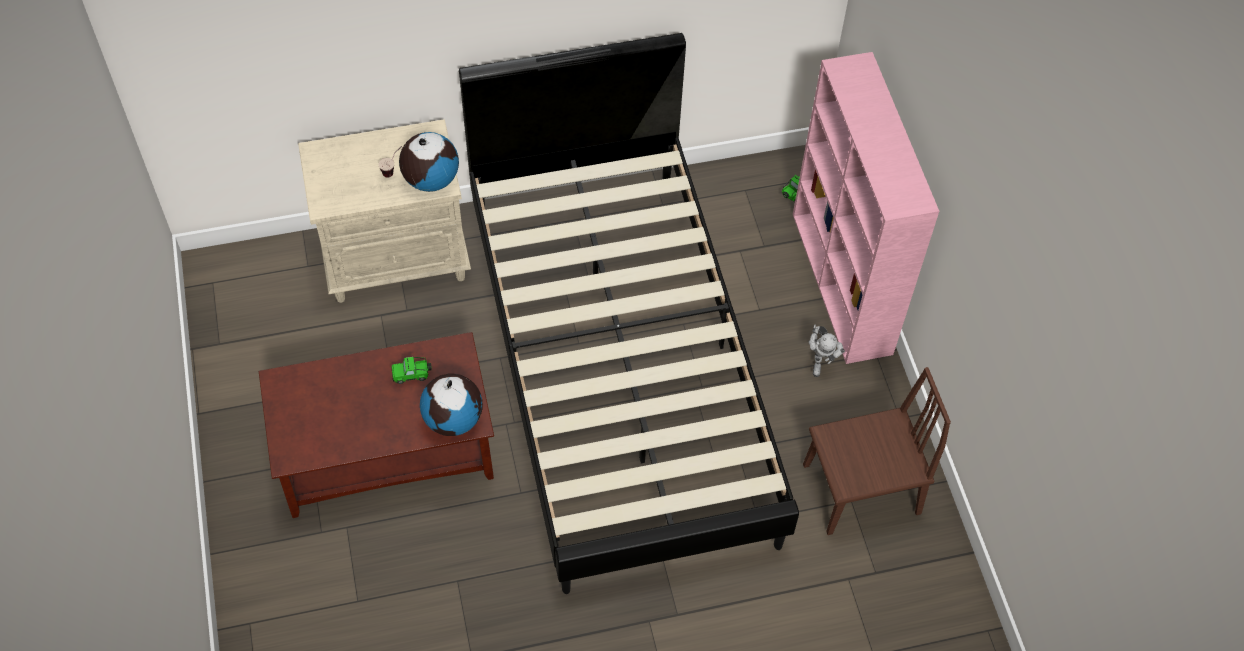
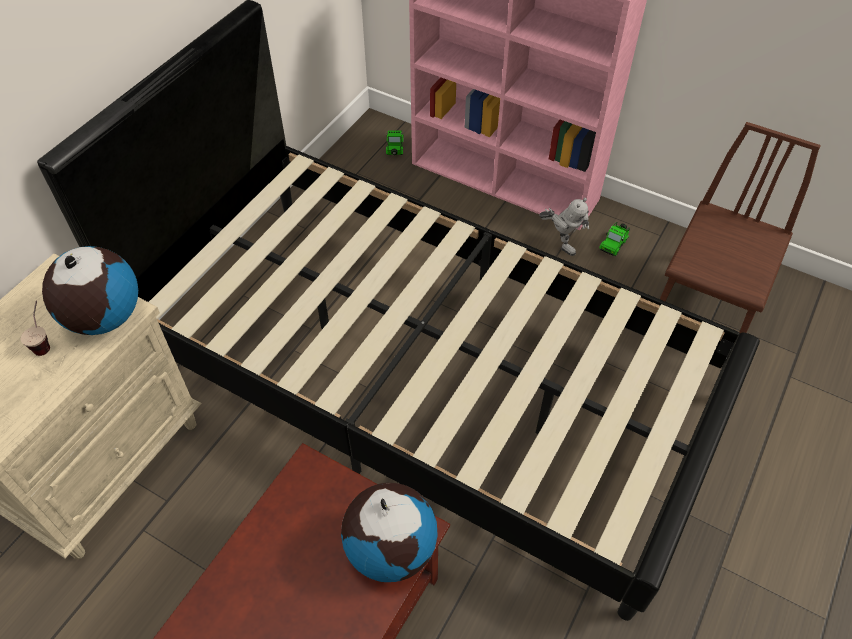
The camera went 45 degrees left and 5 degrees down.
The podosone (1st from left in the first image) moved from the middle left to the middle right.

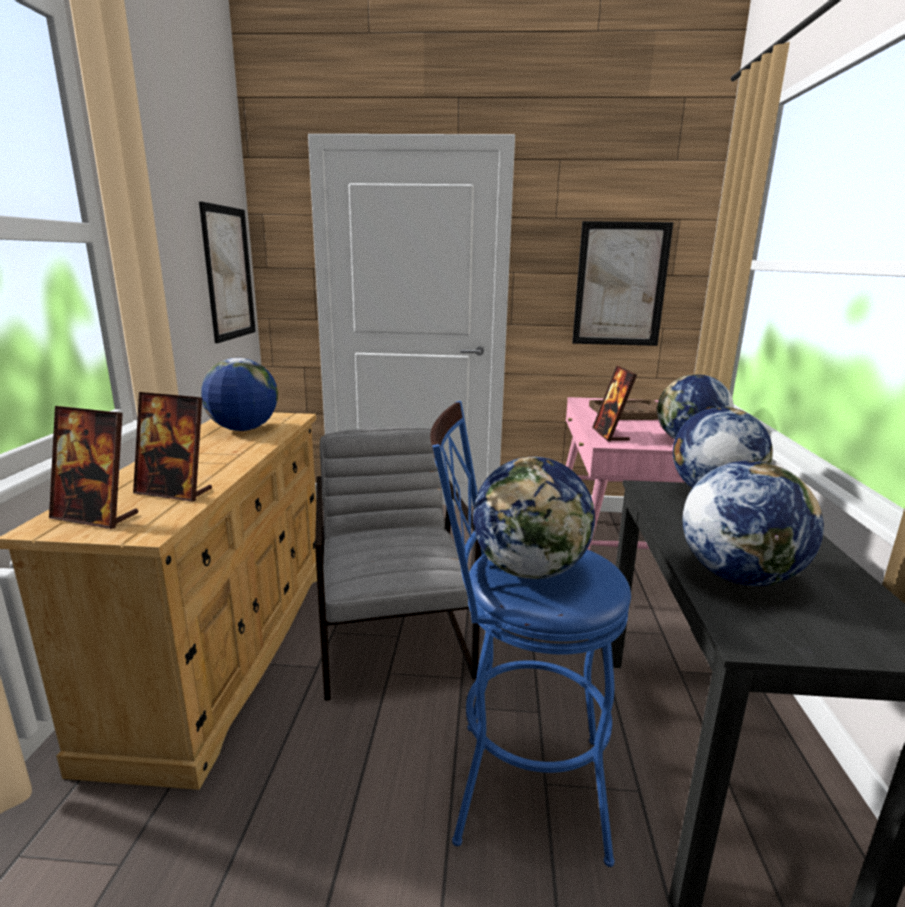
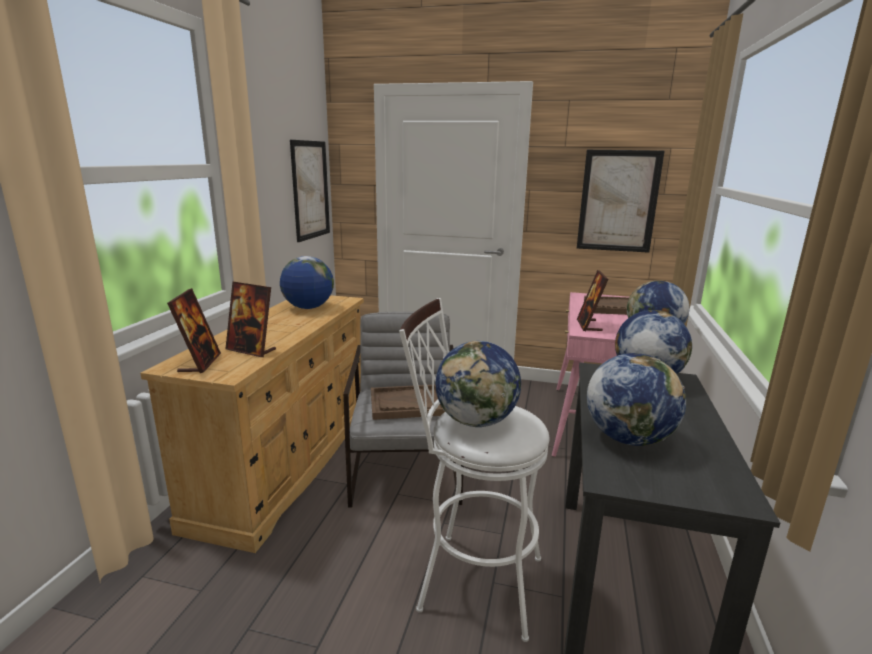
The camera went 10 degrees right and 0 degrees up.
The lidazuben (1st from left) at the middle left turned 120 degrees counterclockwise.
The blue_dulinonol at the bottom centre became the white_dulinonol at the bottom centre.
The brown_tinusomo (1st from left) at the centre appeared.

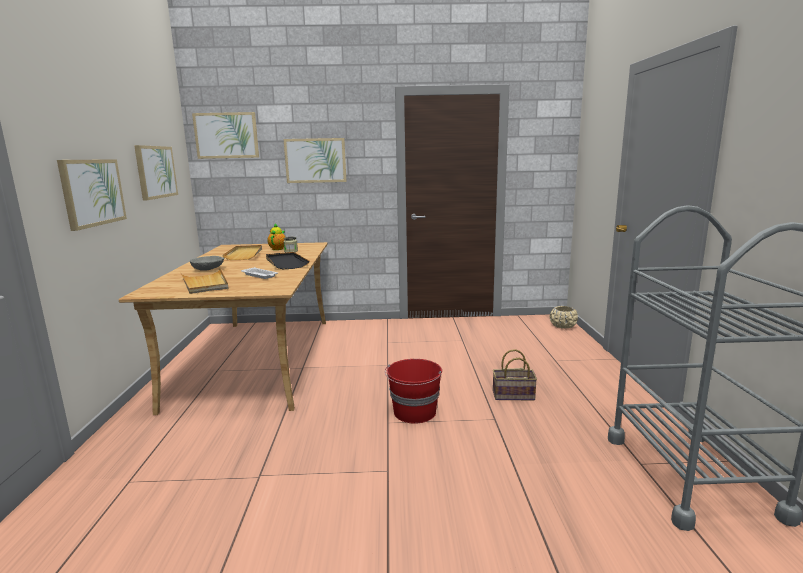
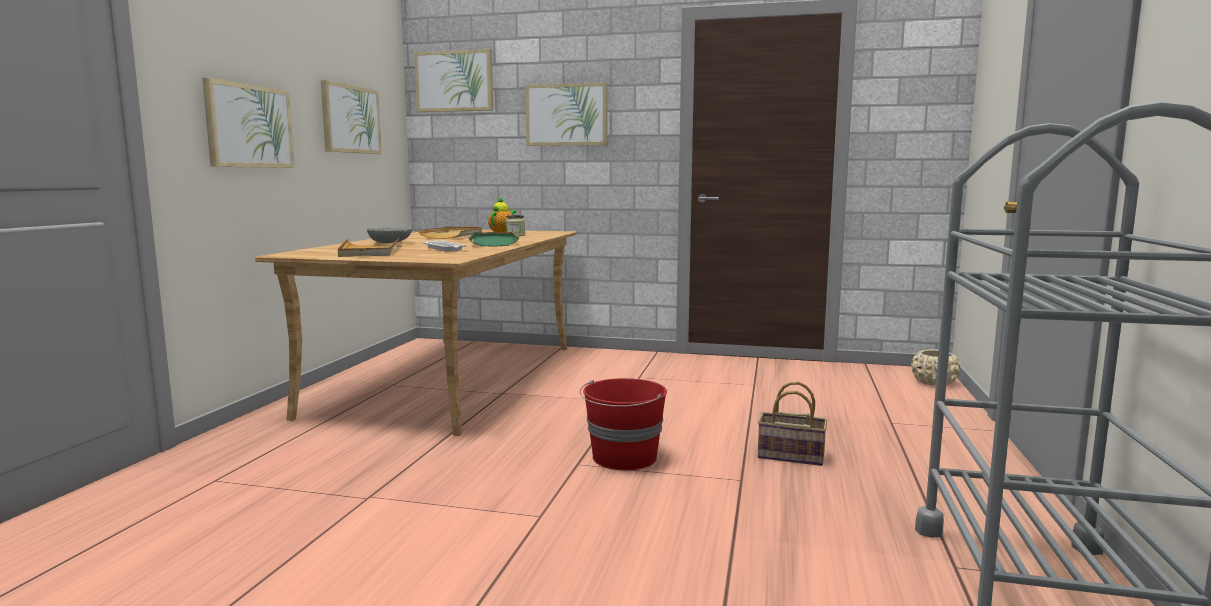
The camera went 15 degrees right and 5 degrees down.
The black_tinusomo at the centre became the green_tinusomo at the centre.

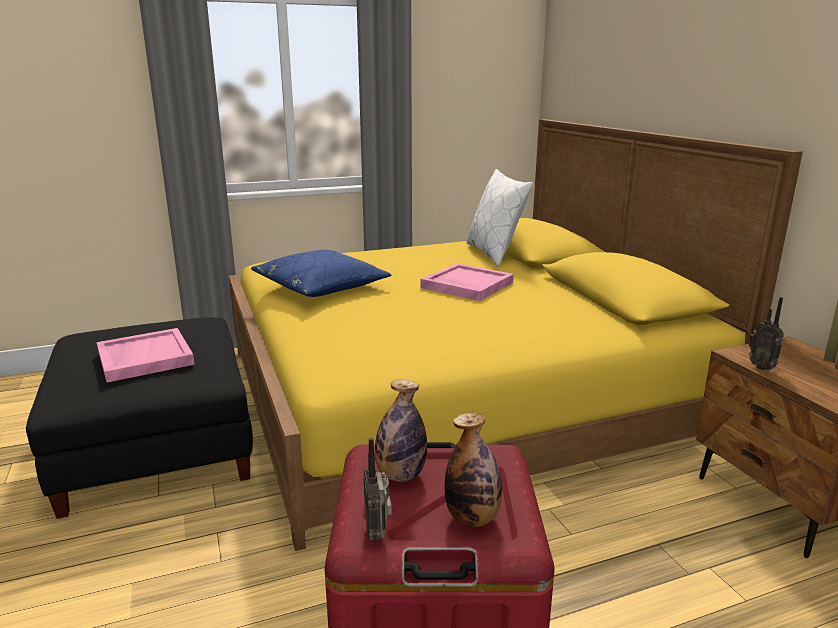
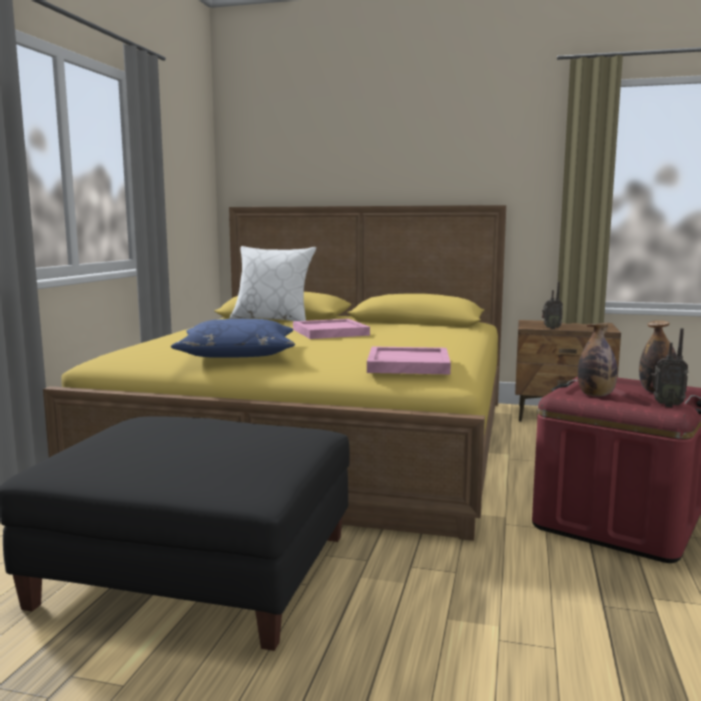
The camera went 55 degrees left and 10 degrees down.
The pink_tinusomo (1st from left in the first image) moved from the middle left to the centre.

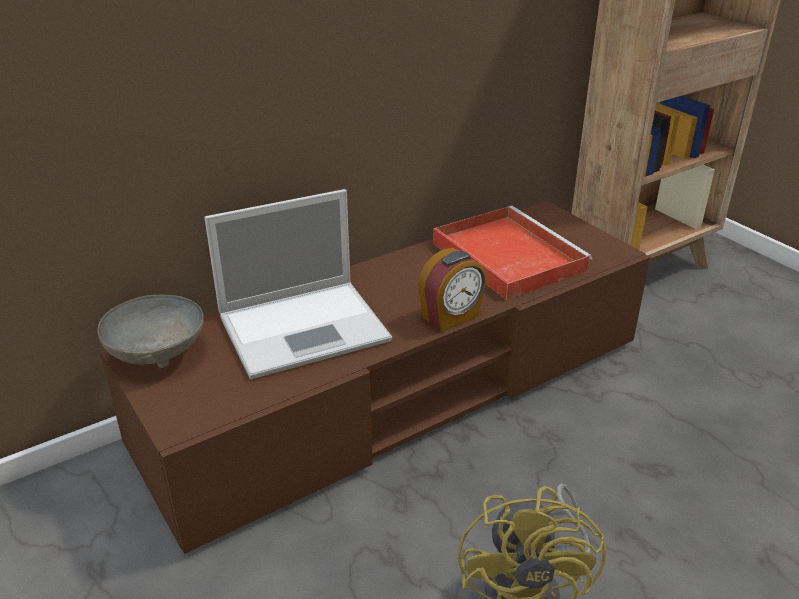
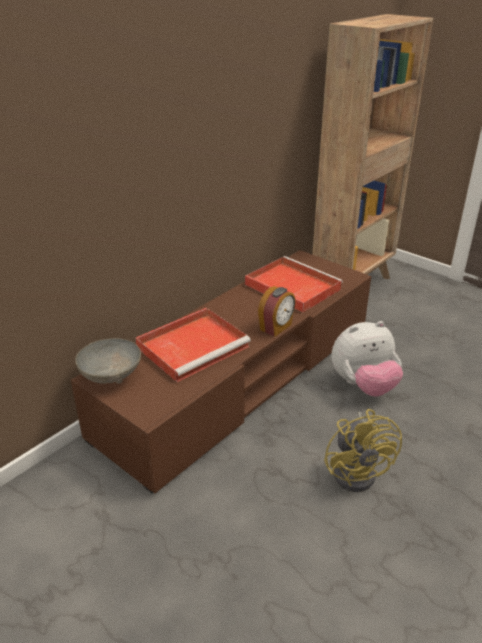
The camera went 15 degrees left and 0 degrees up.
The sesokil at the centre was replaced by the red_tinusomo (1st from left) at the centre.
The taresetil at the middle right appeared.

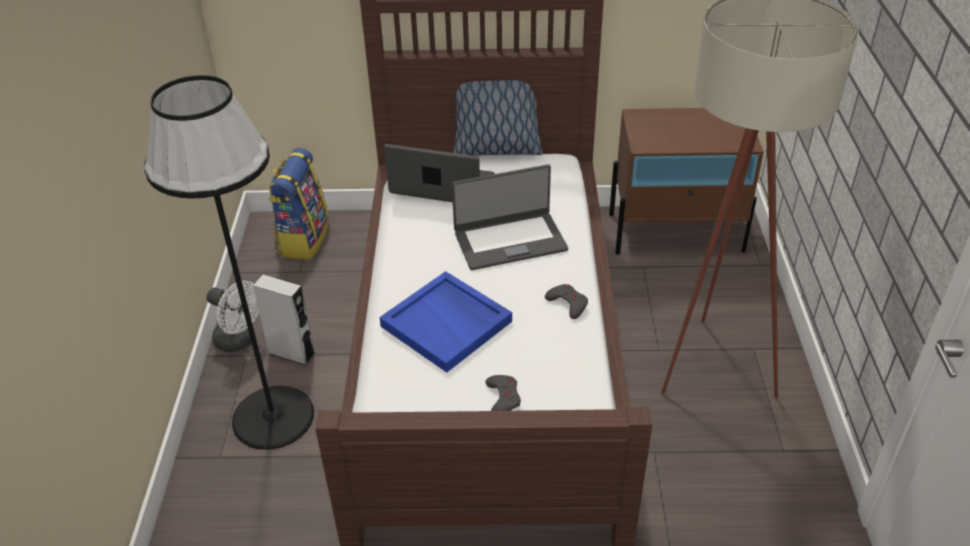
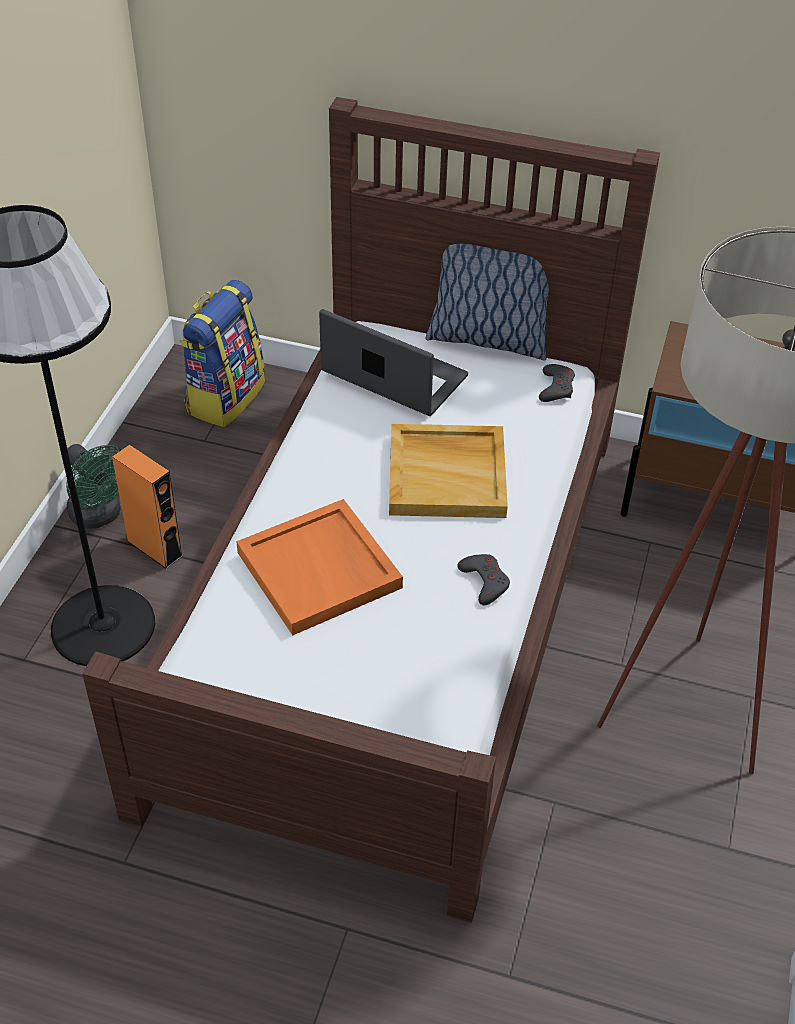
The camera went 15 degrees right and 5 degrees up.
The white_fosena at the middle left became the green_fosena at the middle left.
The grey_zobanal at the middle left became the orange_zobanal at the middle left.
The blue_tinusomo at the centre became the orange_tinusomo at the centre.
The sesokil (2nd from left) at the centre was replaced by the beige_tinusomo at the centre.
The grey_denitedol (1st from left in the first image) moved from the bottom centre to the middle right.

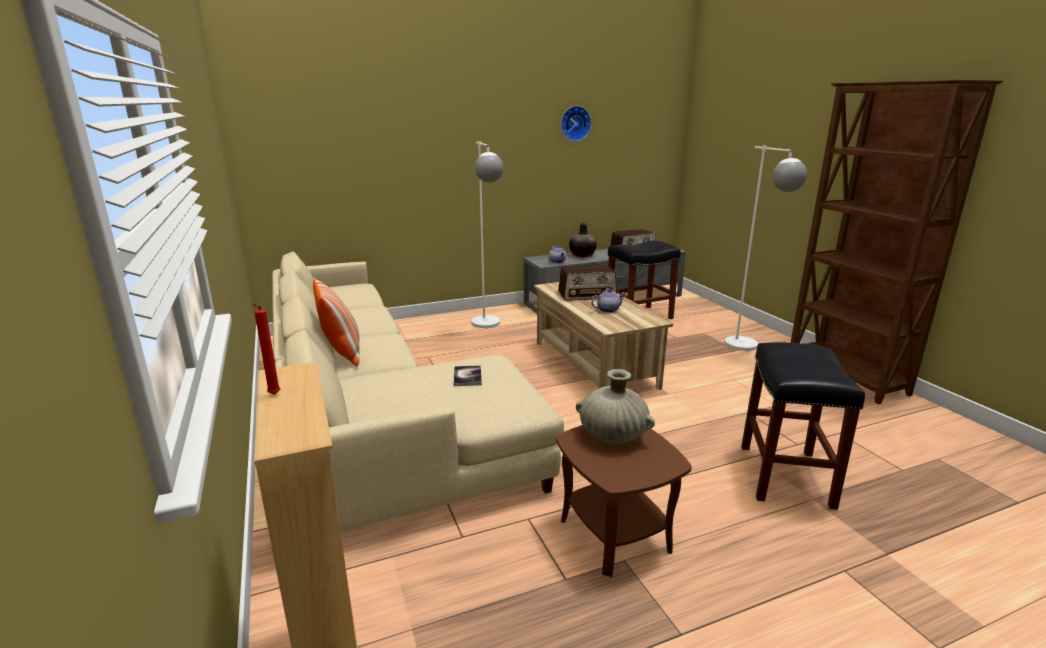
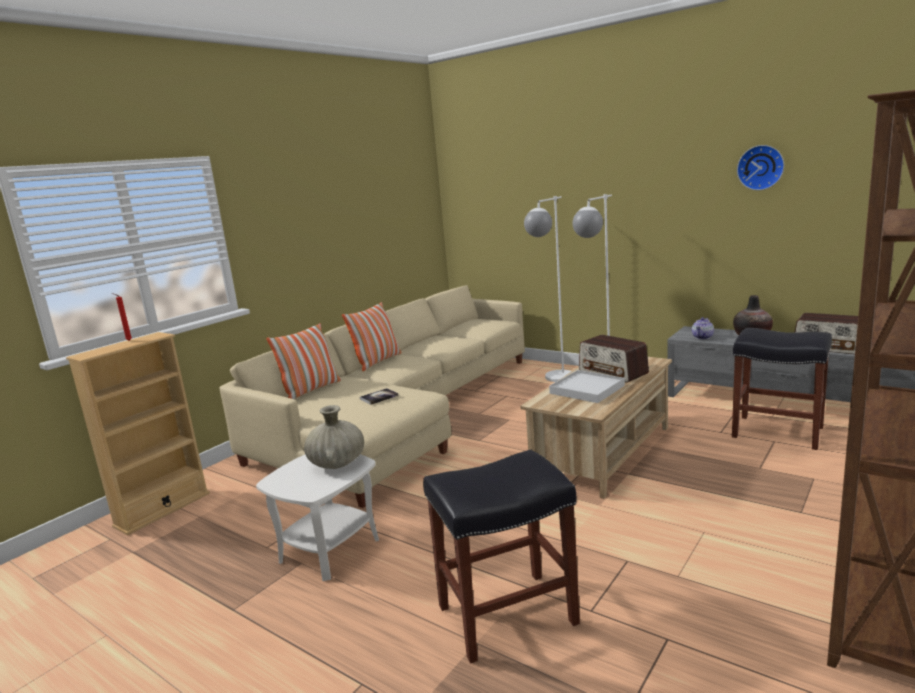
The camera went 60 degrees right and 5 degrees down.
The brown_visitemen at the bottom centre became the white_visitemen at the bottom centre.
The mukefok (2nd from left) at the centre was replaced by the white_tinusomo at the centre.
The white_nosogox (2nd from left in the first image) moved from the middle right to the centre.
The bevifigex (1st from left) at the middle left appeared.

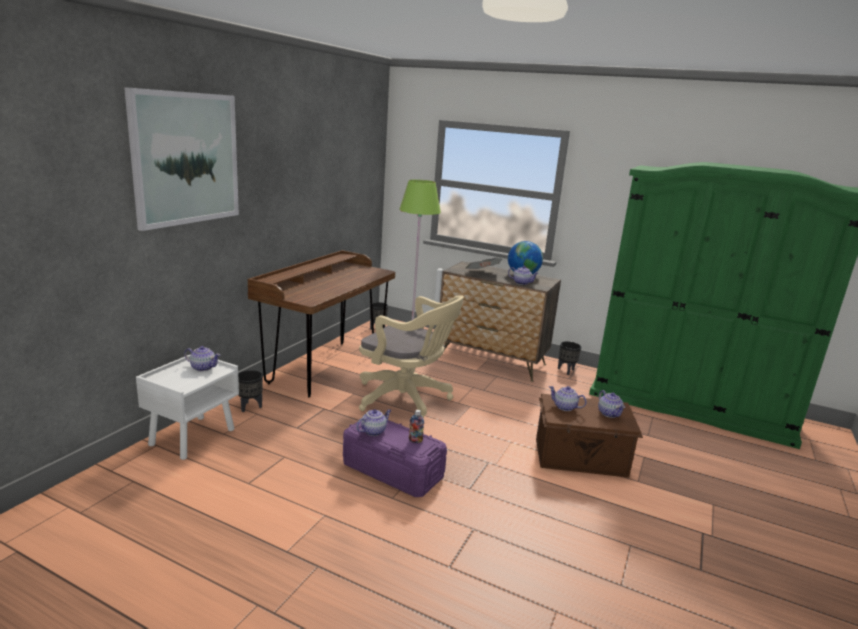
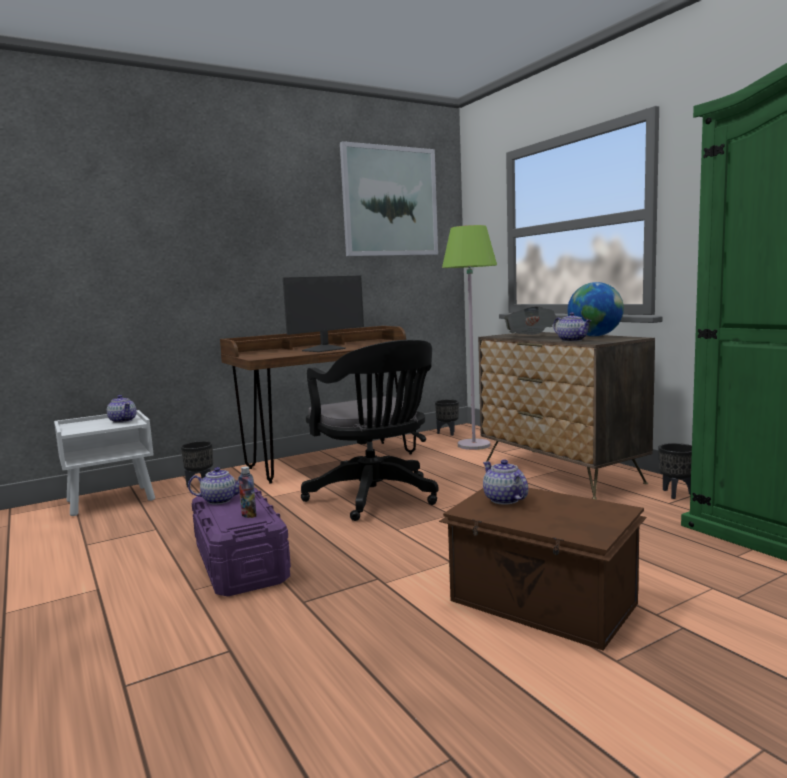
The camera went 35 degrees right and 10 degrees down.
The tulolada moved from the top left to the top centre.
The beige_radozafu at the centre became the black_radozafu at the centre.
The mukefok (5th from left) at the middle right disappeared.
The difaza at the centre appeared.

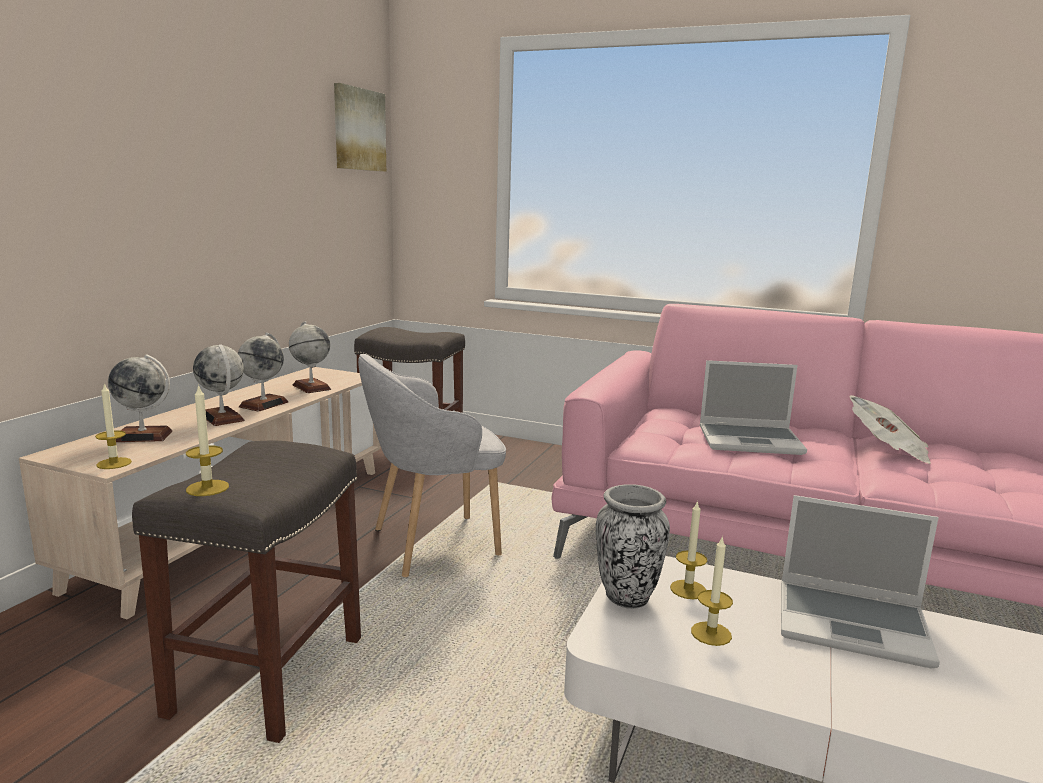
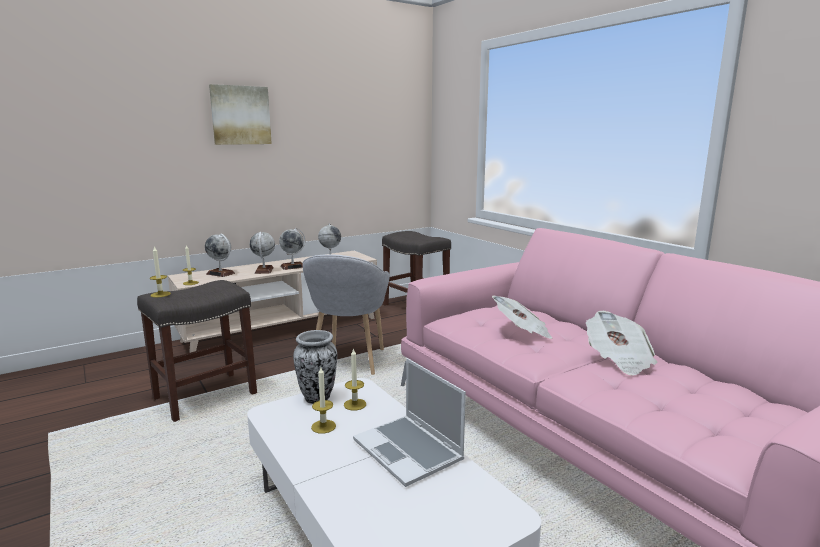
The camera went 35 degrees right and 0 degrees up.
The tulolada moved from the top centre to the top left.
The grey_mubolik at the centre turned 90 degrees counterclockwise.
The sesokil (1st from left) at the middle right was replaced by the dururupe (1st from left) at the centre.

